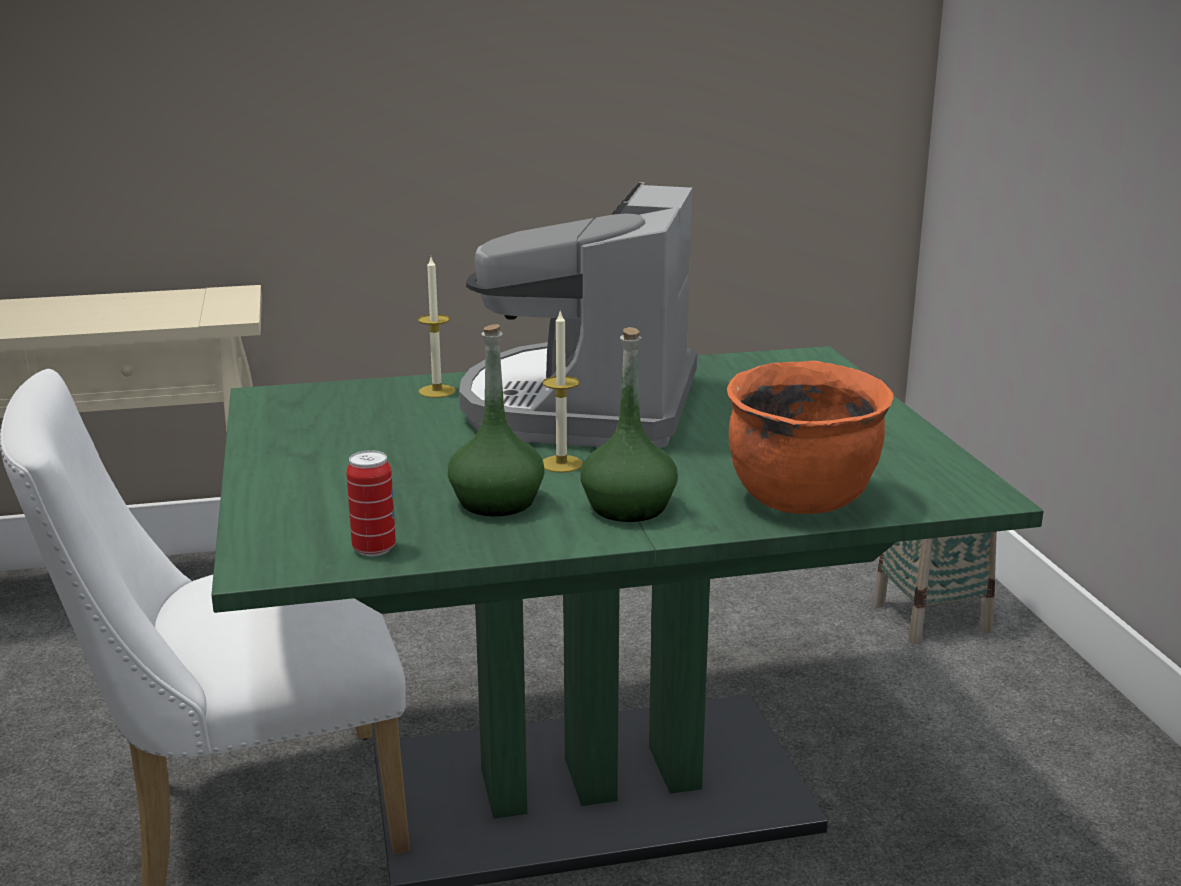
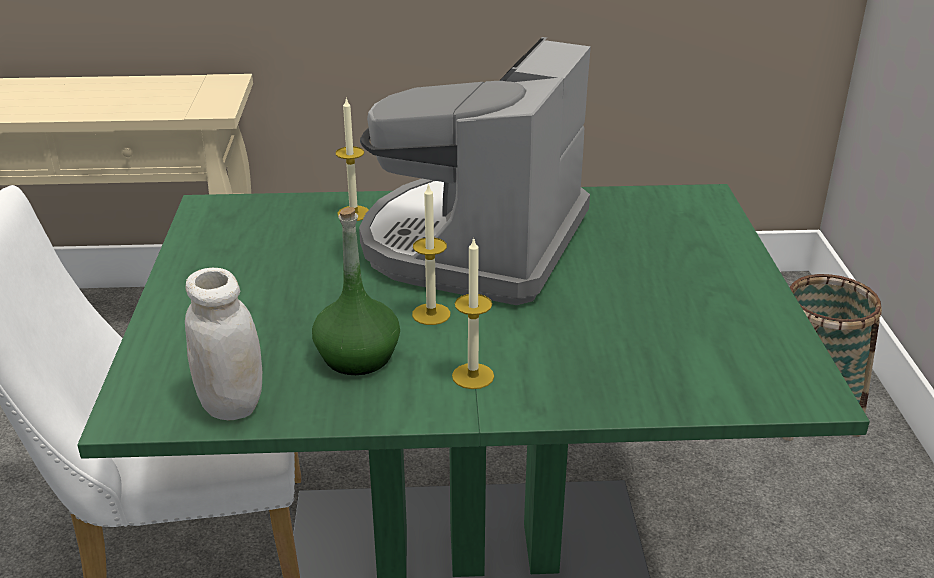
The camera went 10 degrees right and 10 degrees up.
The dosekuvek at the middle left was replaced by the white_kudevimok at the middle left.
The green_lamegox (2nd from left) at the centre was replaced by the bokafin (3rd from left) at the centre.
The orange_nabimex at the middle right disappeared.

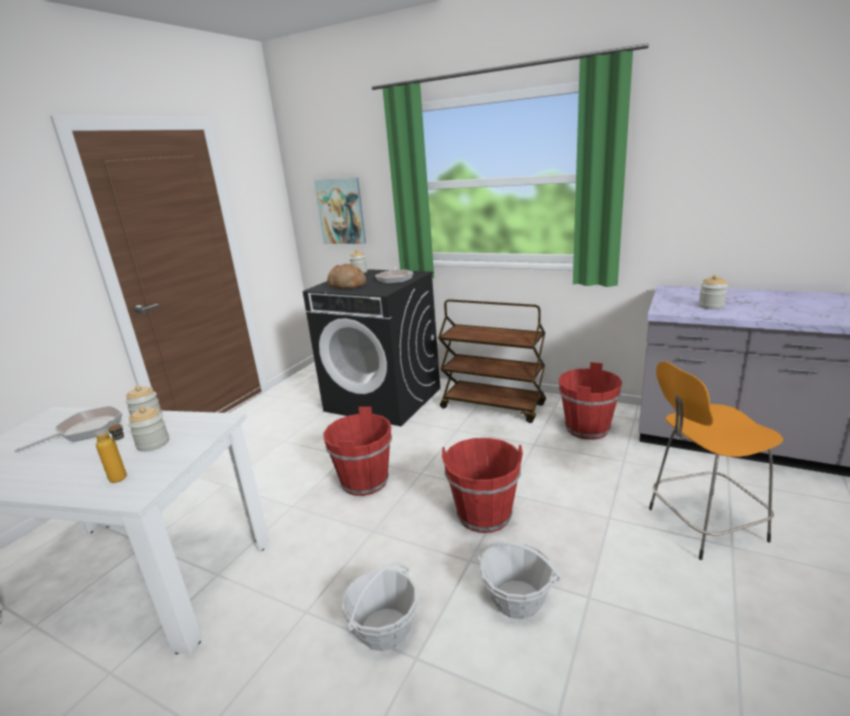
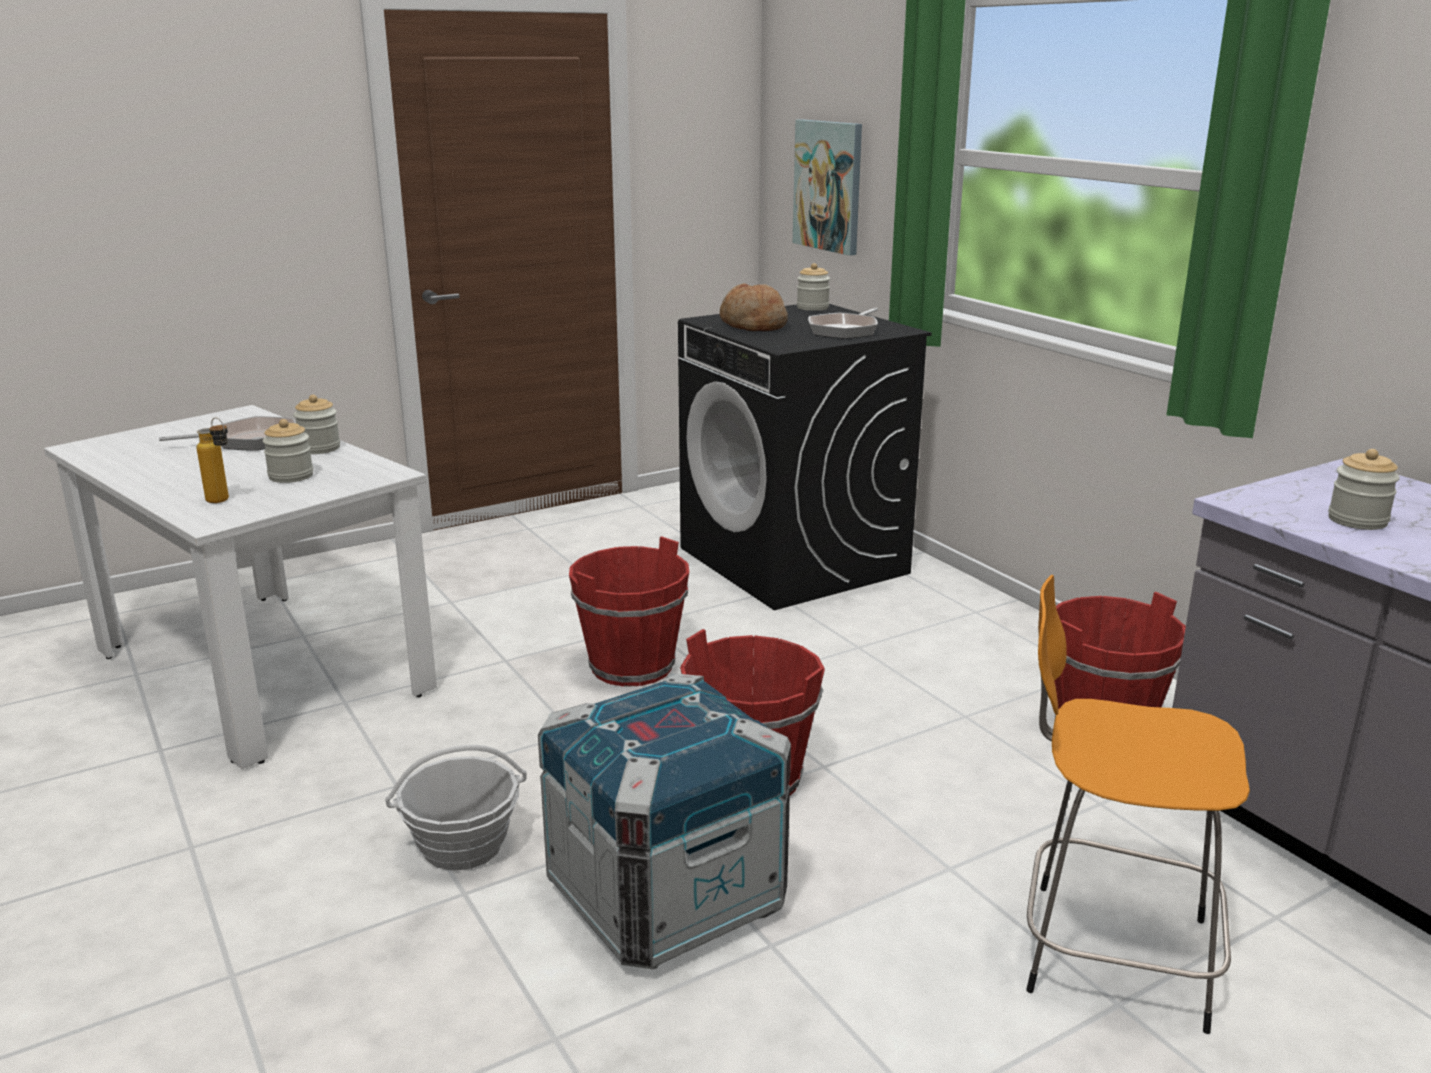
The camera went 30 degrees right and 0 degrees up.
The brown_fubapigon at the centre disappeared.
The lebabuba (2nd from left) at the bottom centre was replaced by the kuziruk at the bottom centre.

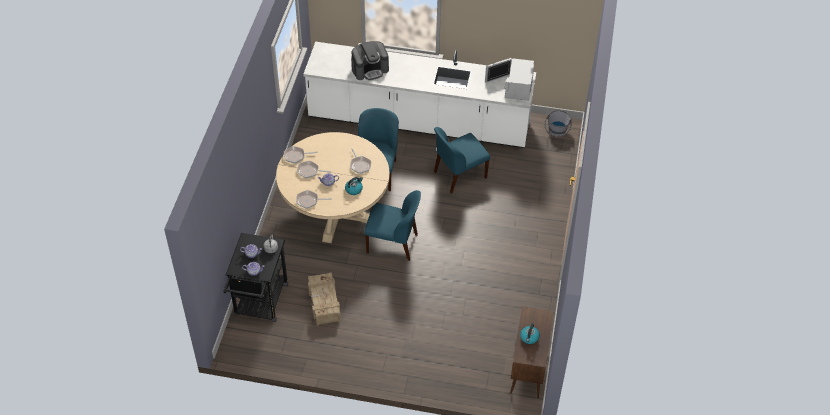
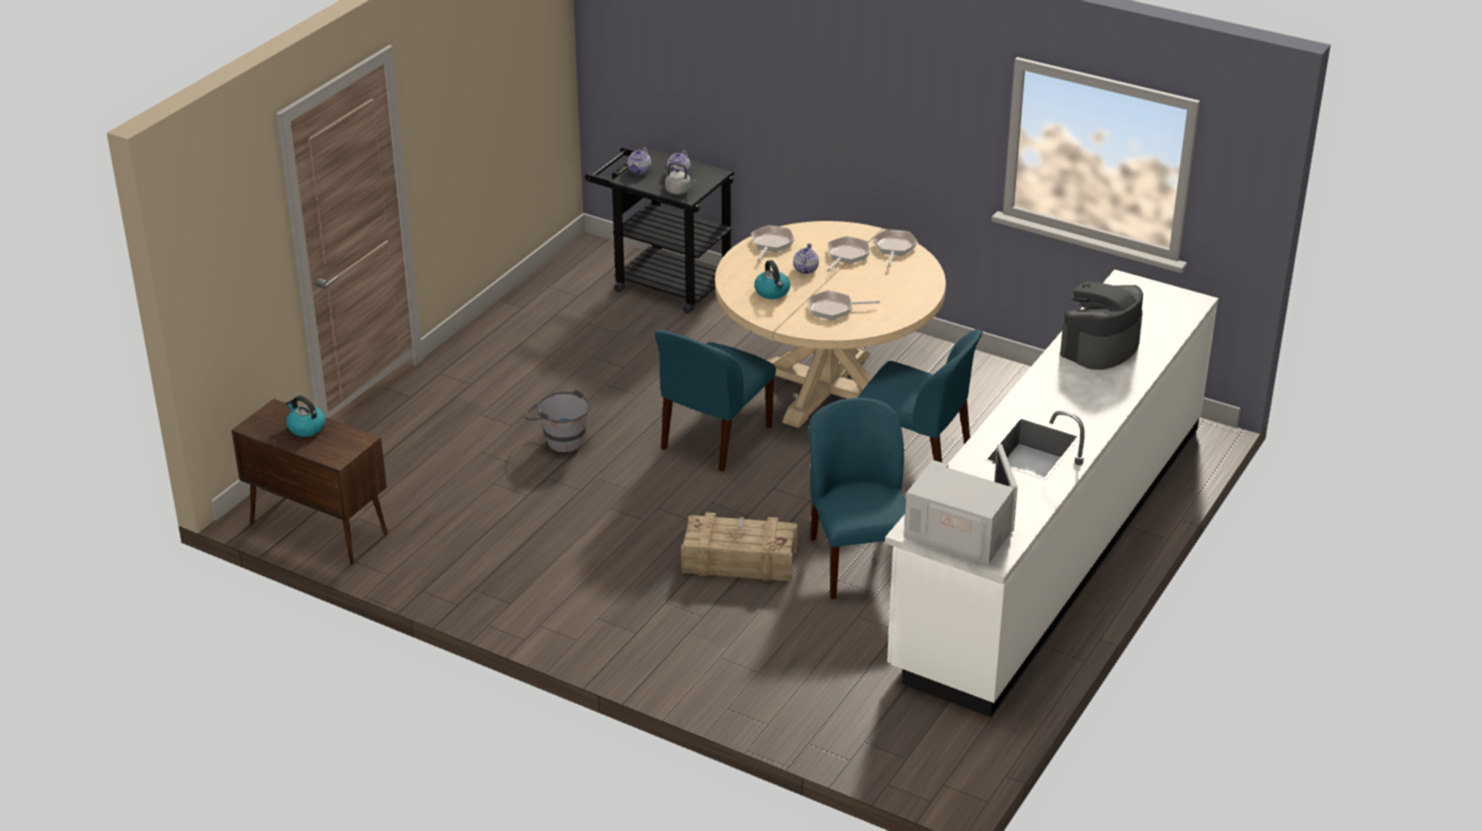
The camera went 110 degrees right and 15 degrees down.
The kuziruk moved from the bottom centre to the centre.
The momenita at the top centre turned 45 degrees clockwise.
The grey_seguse moved from the top right to the centre.

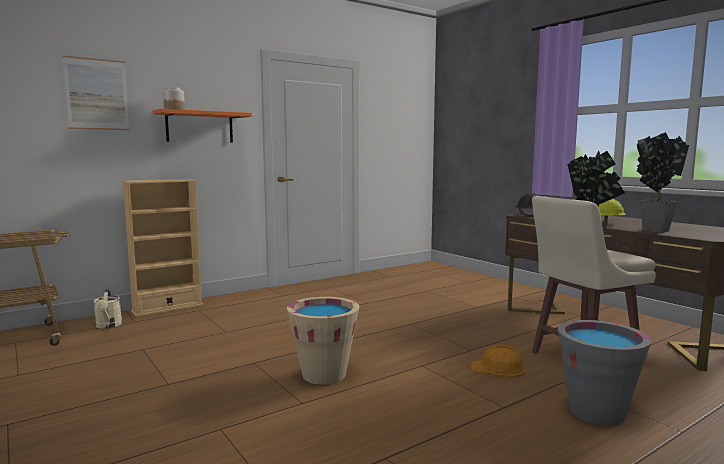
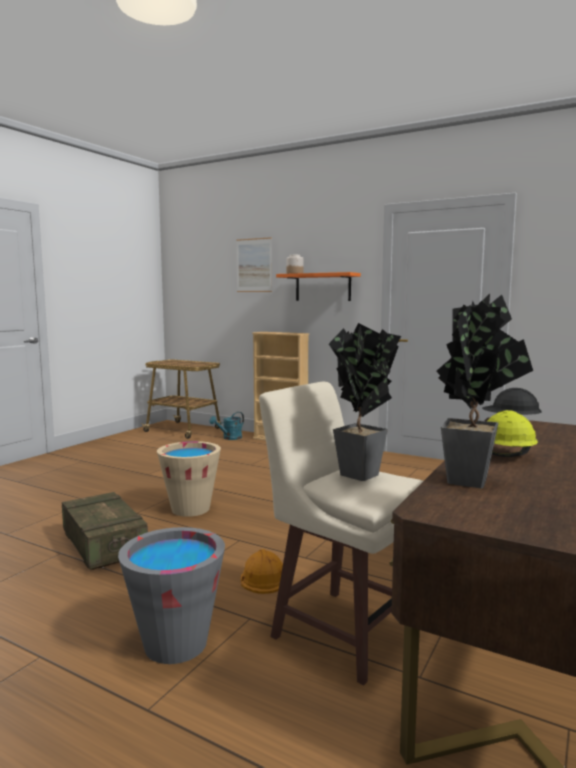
The camera went 65 degrees right and 0 degrees up.
The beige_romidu at the middle left became the turquoise_romidu at the centre.
The kuziruk at the bottom left appeared.

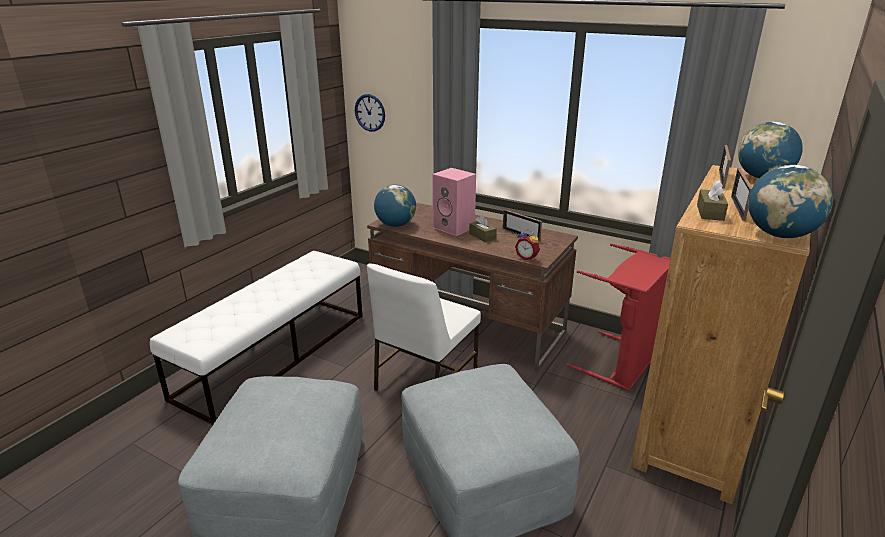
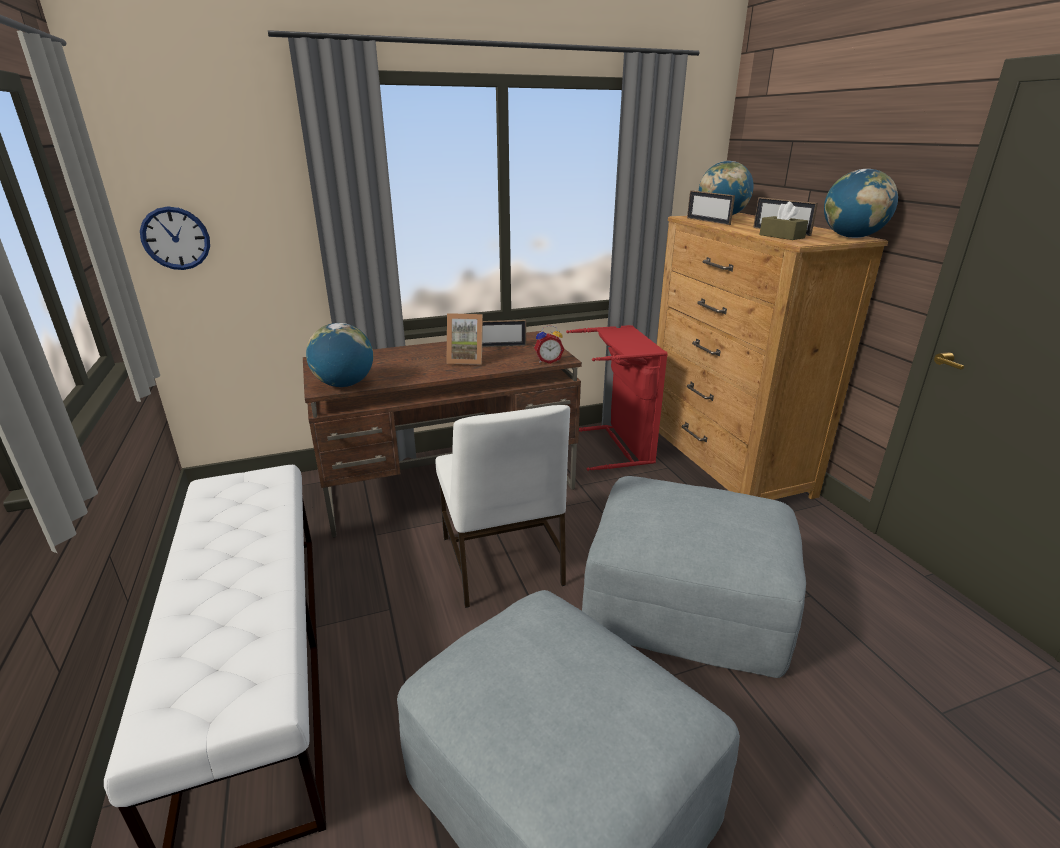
The camera went 50 degrees left and 0 degrees up.
The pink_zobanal at the centre disappeared.
The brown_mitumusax (1st from left) at the centre was replaced by the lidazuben (1st from left) at the centre.

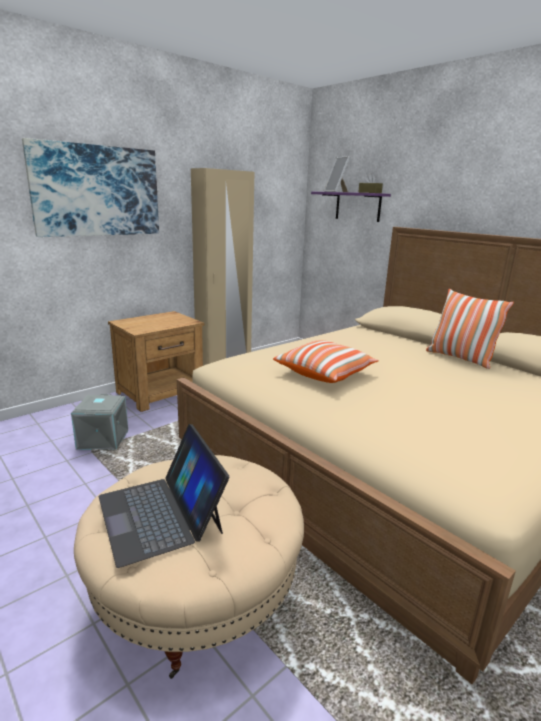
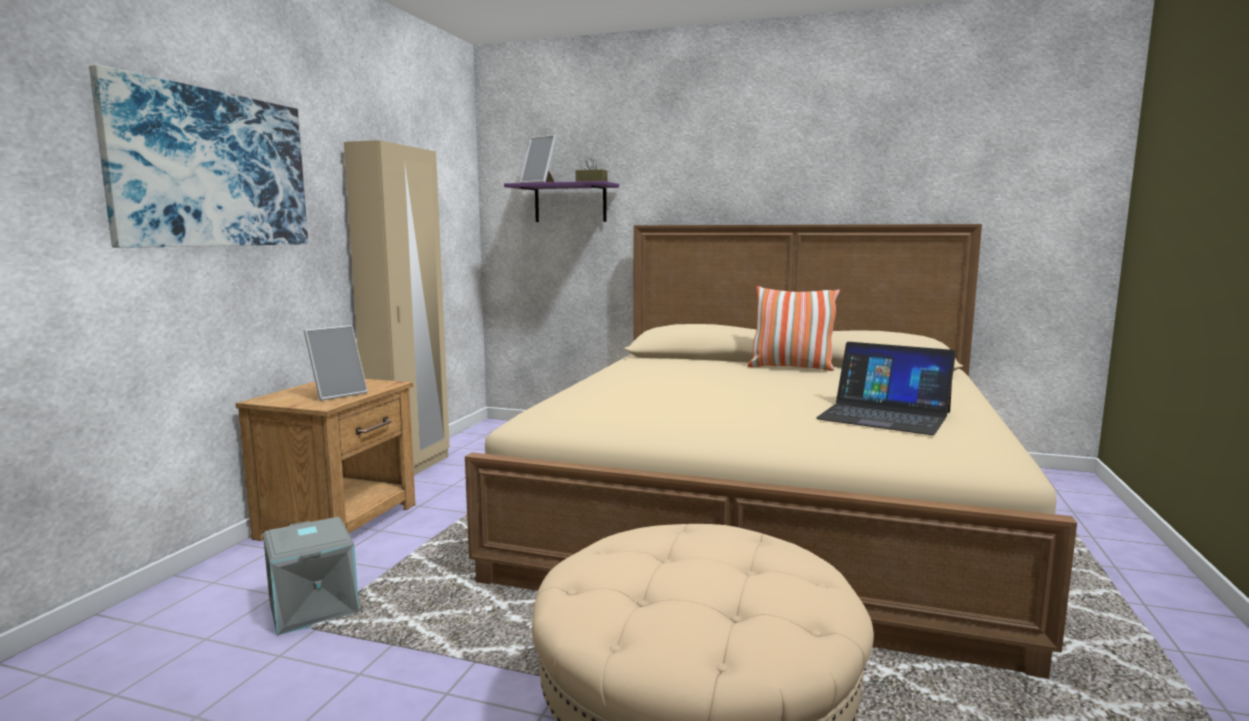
The camera went 30 degrees left and 10 degrees down.
The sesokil moved from the bottom left to the middle right.
The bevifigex (1st from left) at the centre disappeared.
The lidazuben (1st from left) at the middle left appeared.

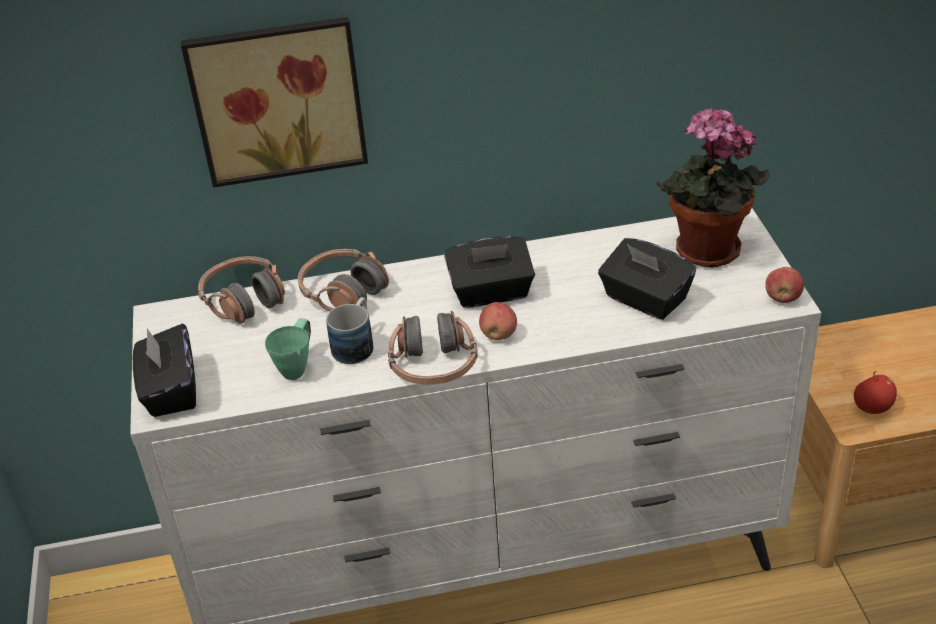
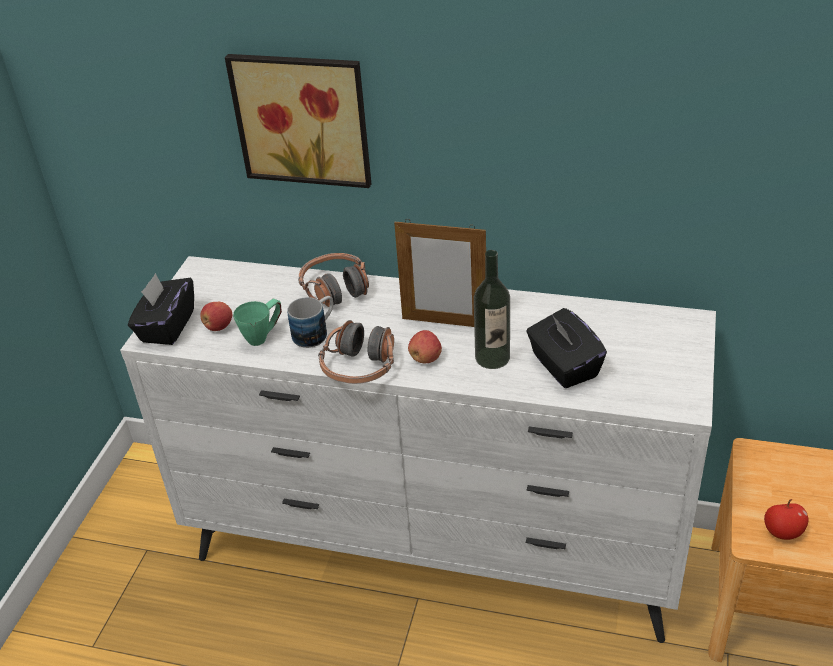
The camera went 25 degrees right and 0 degrees up.
The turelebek (1st from left) at the middle left disappeared.
The black_mitumusax (2nd from left) at the centre was replaced by the lidazuben at the centre.
The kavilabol at the top right disappeared.
The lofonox (2nd from left in the first image) moved from the middle right to the middle left.
The lamegox at the centre appeared.

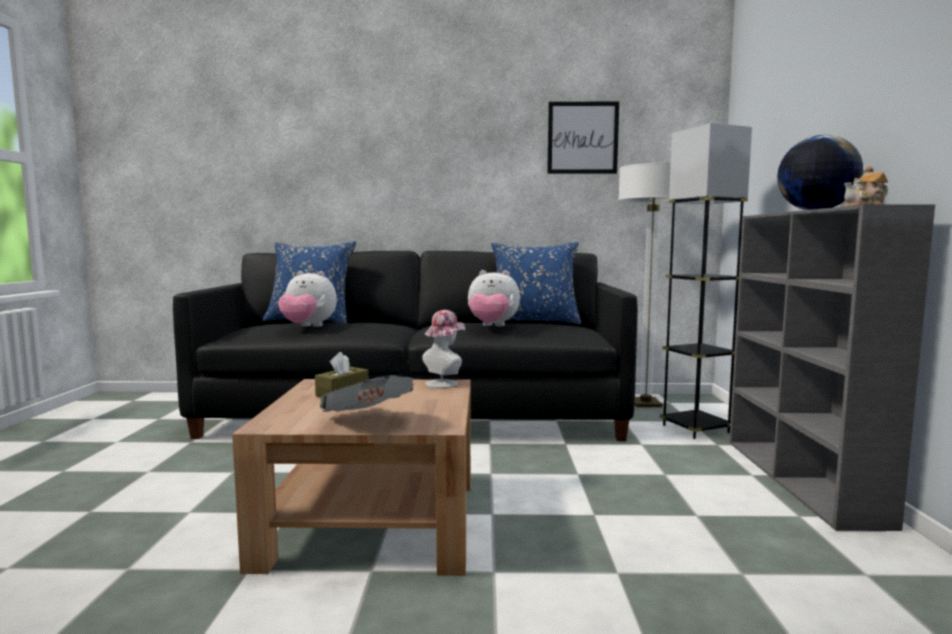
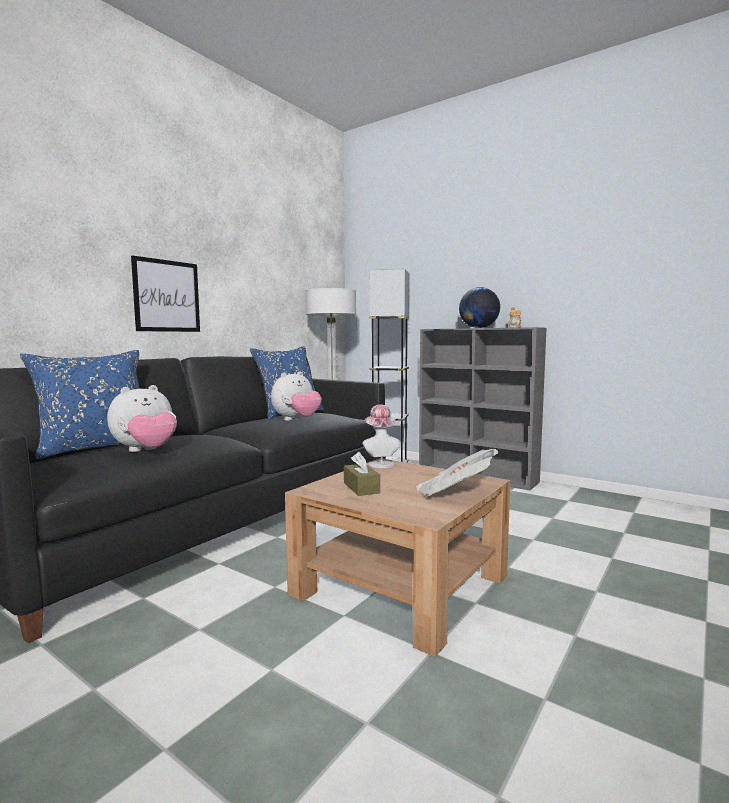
The camera went 55 degrees left and 0 degrees up.
The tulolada moved from the top centre to the middle left.

